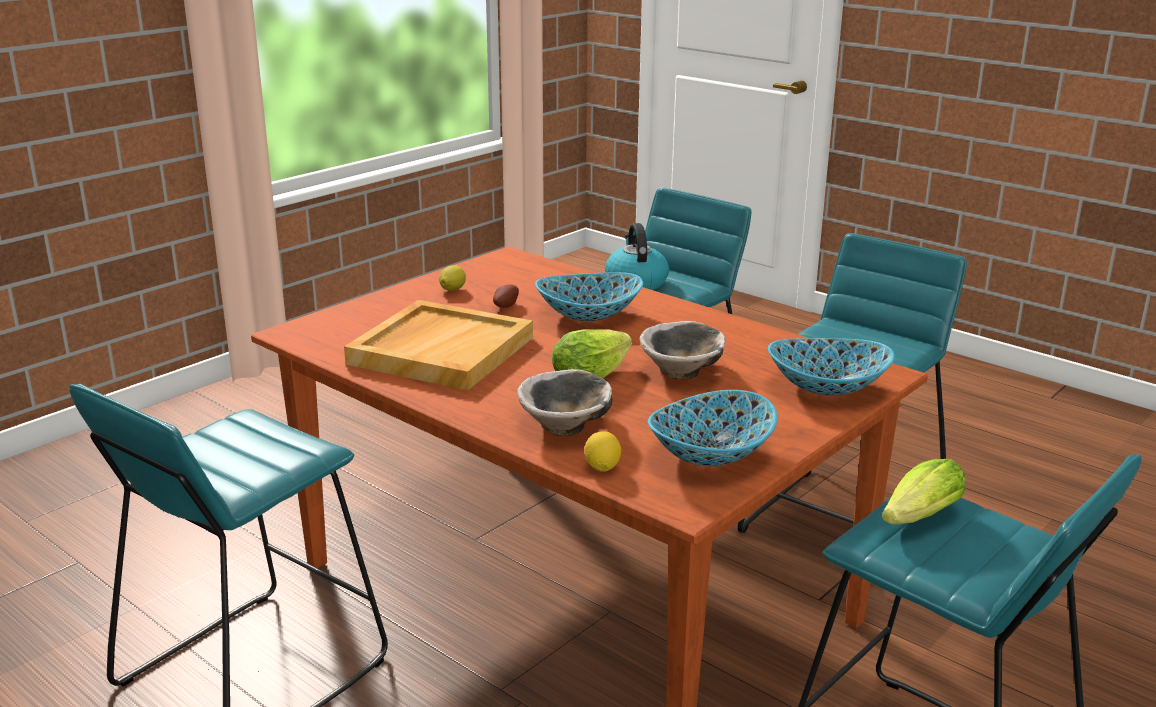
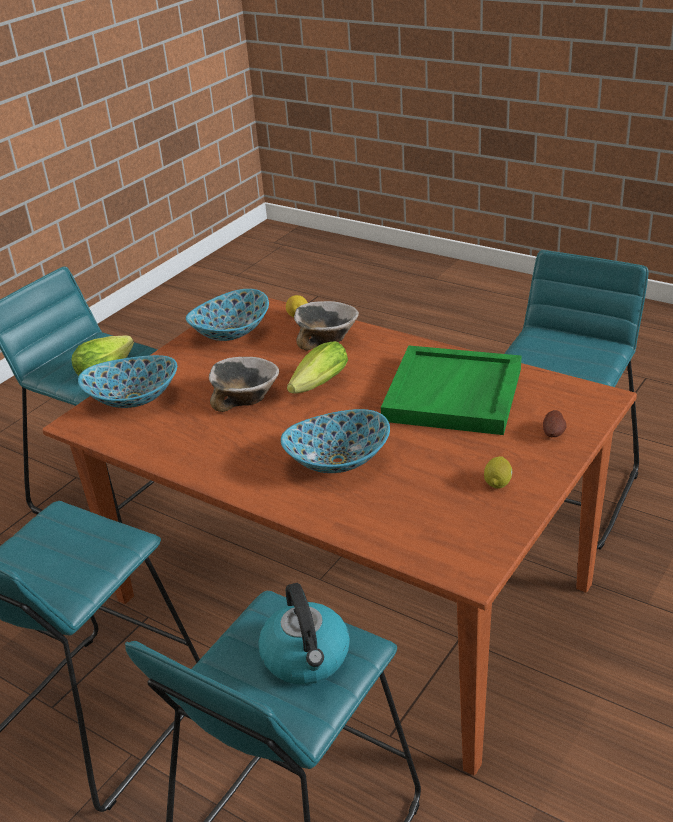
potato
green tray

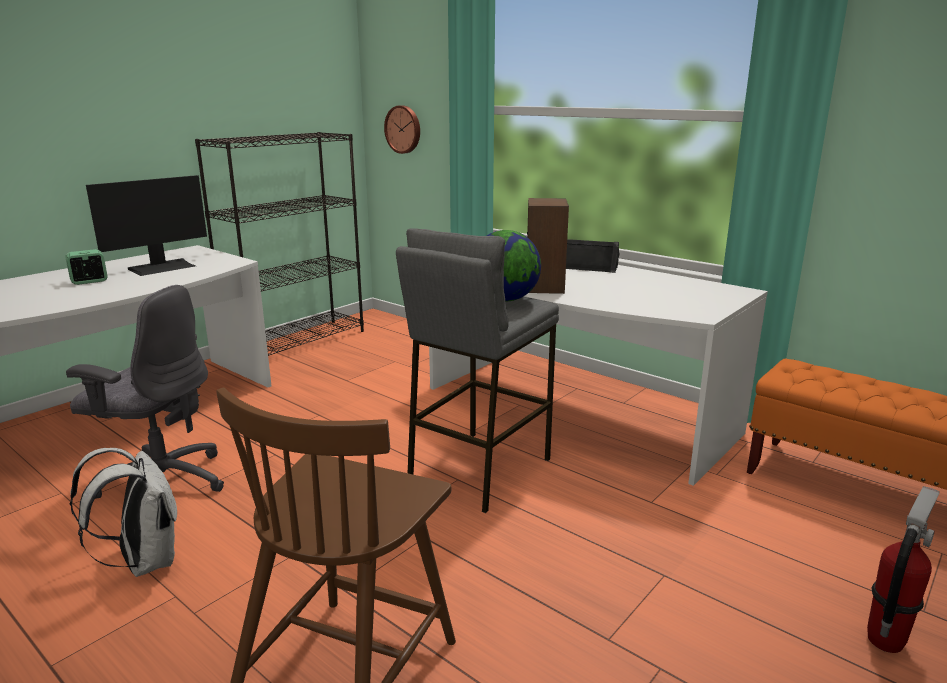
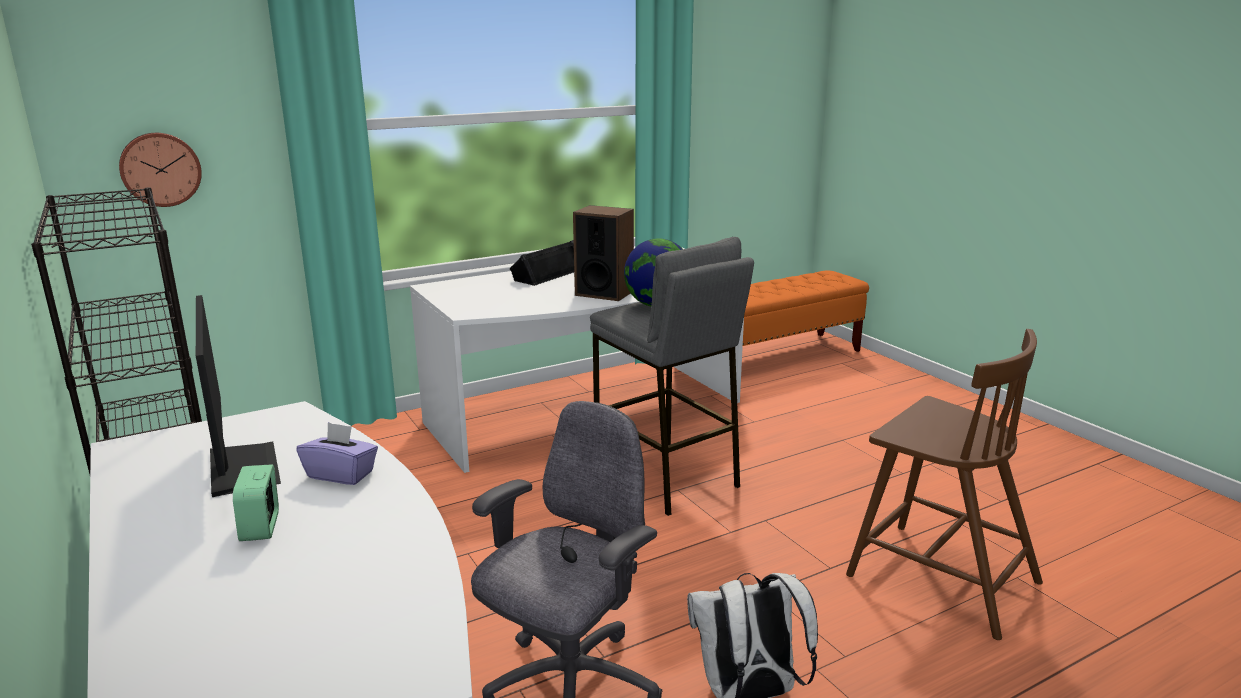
fire extinguisher
purple tissue box

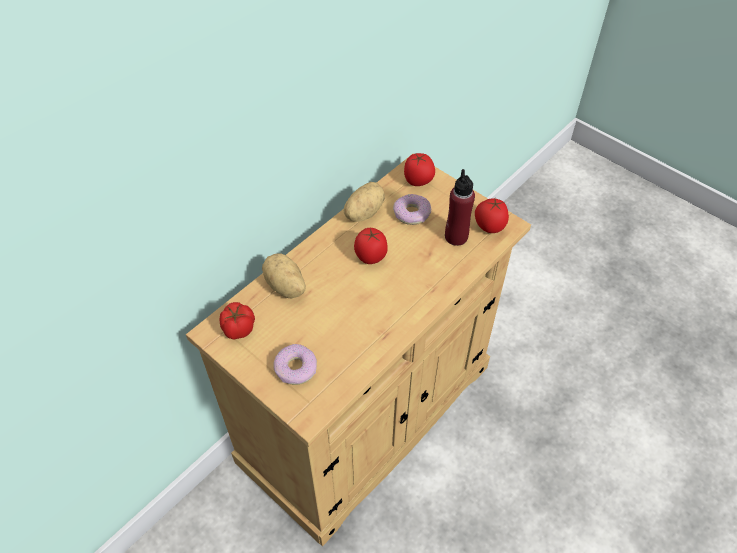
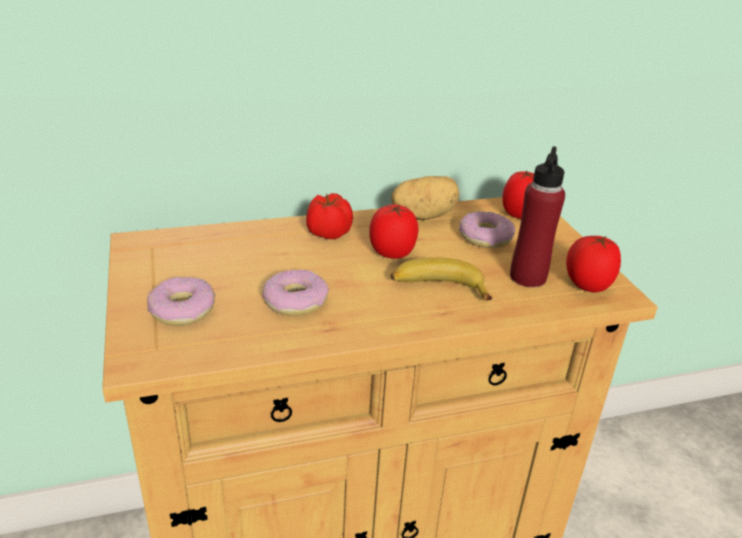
potato (no. 1 from left in the first image)
donut (no. 2 from left)
banana
tomato (no. 1 from left)

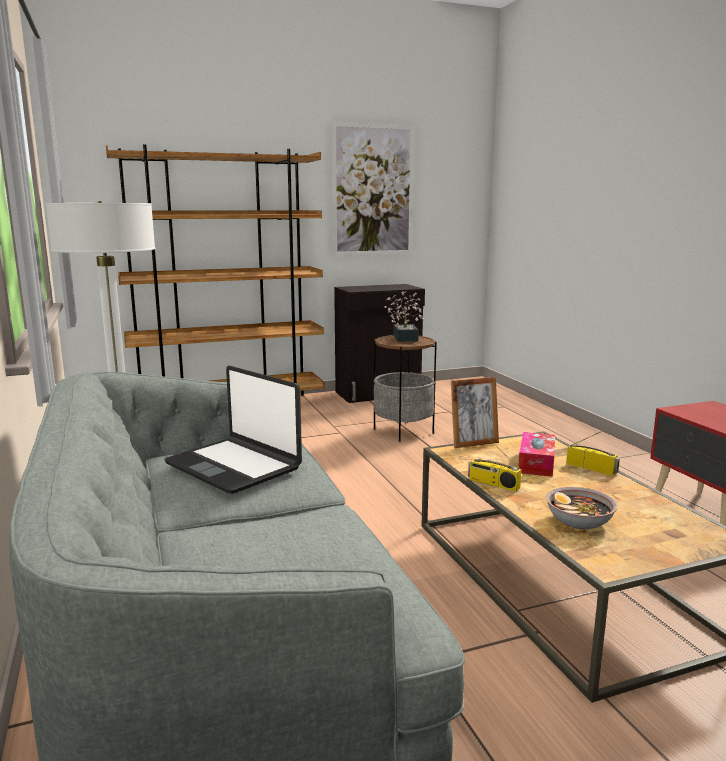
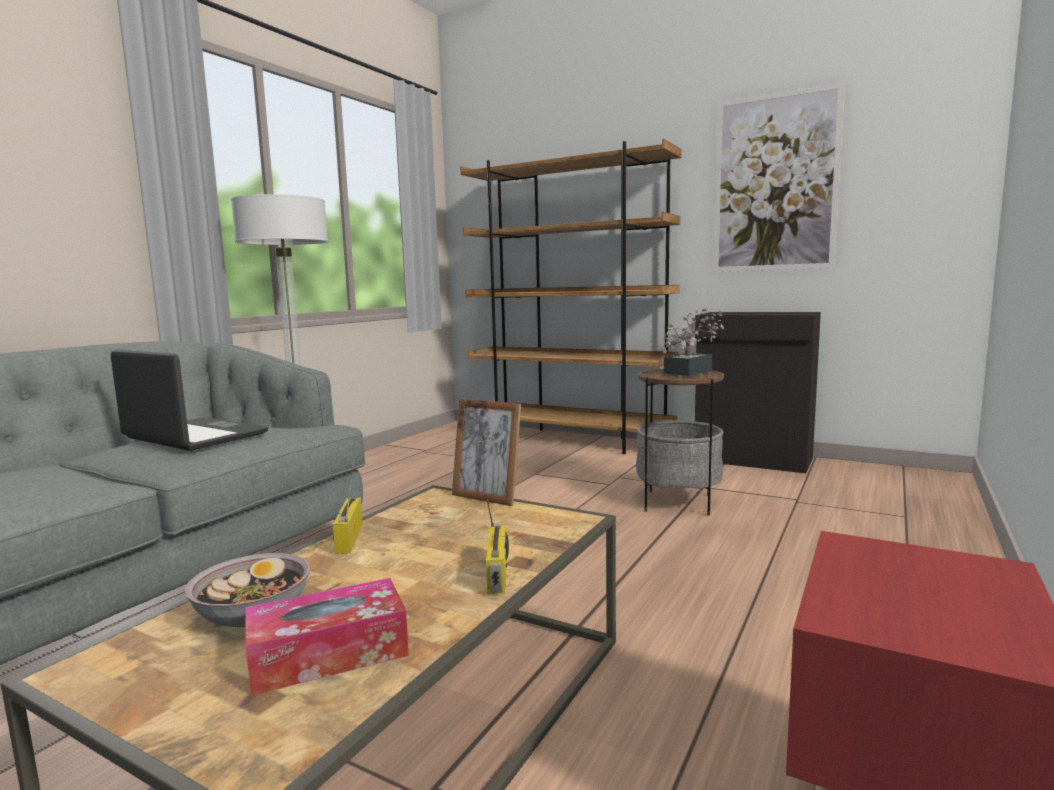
tissue box
laptop

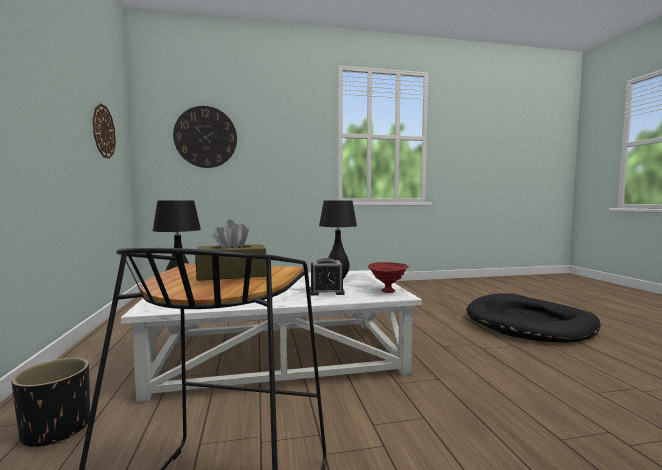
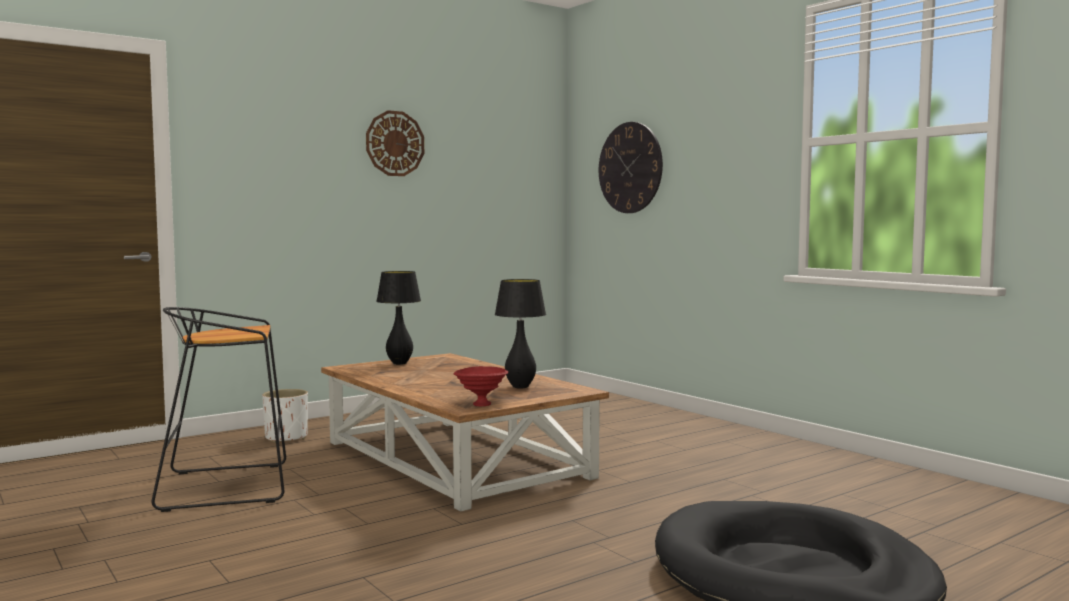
brown tissue box
alarm clock
wall clock (no. 1 from left)
white planter
brown coffee table

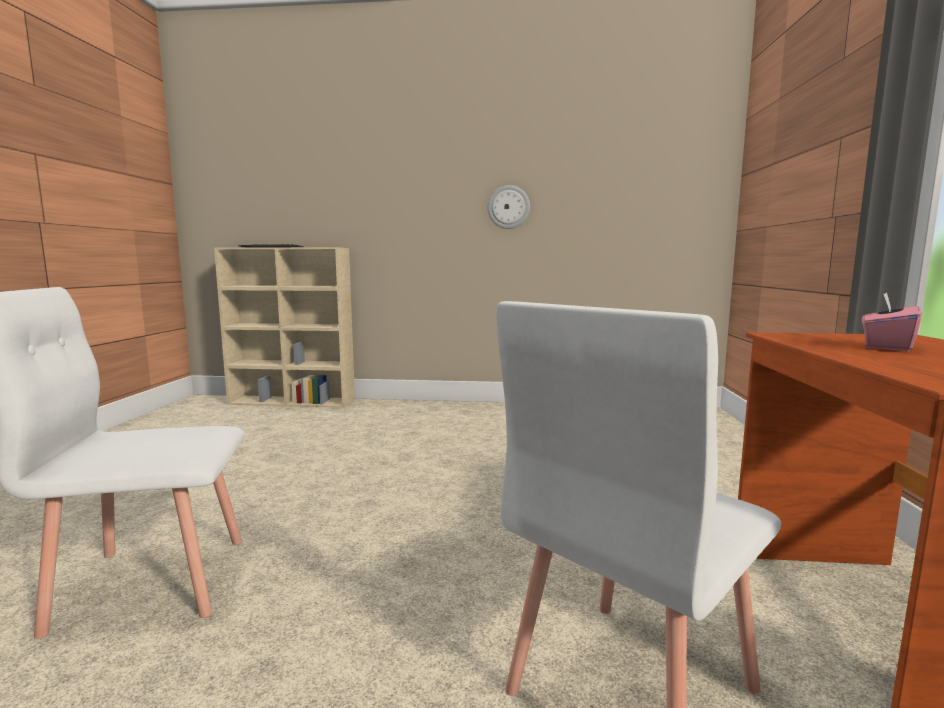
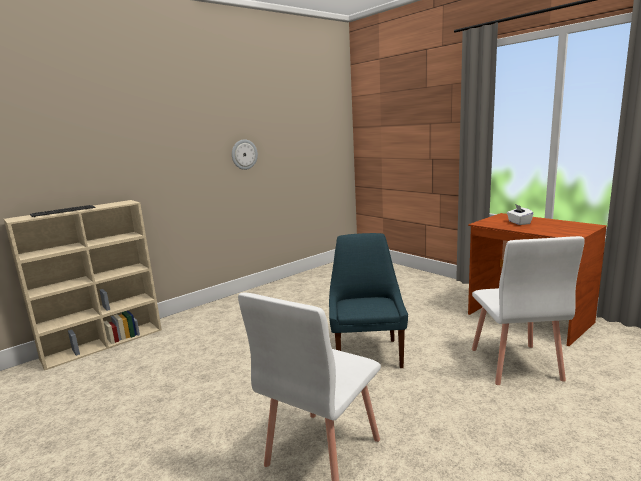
blue chair
white tissue box

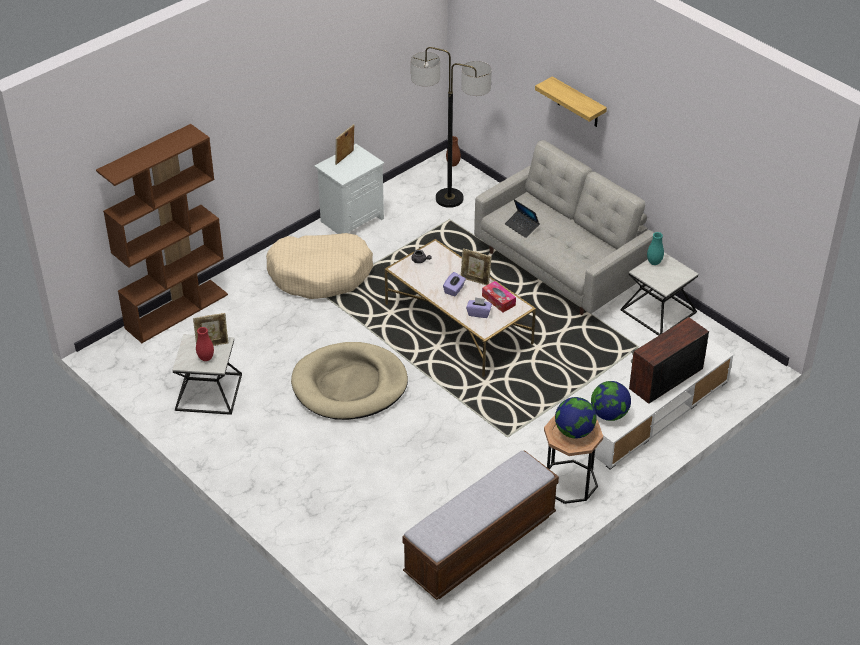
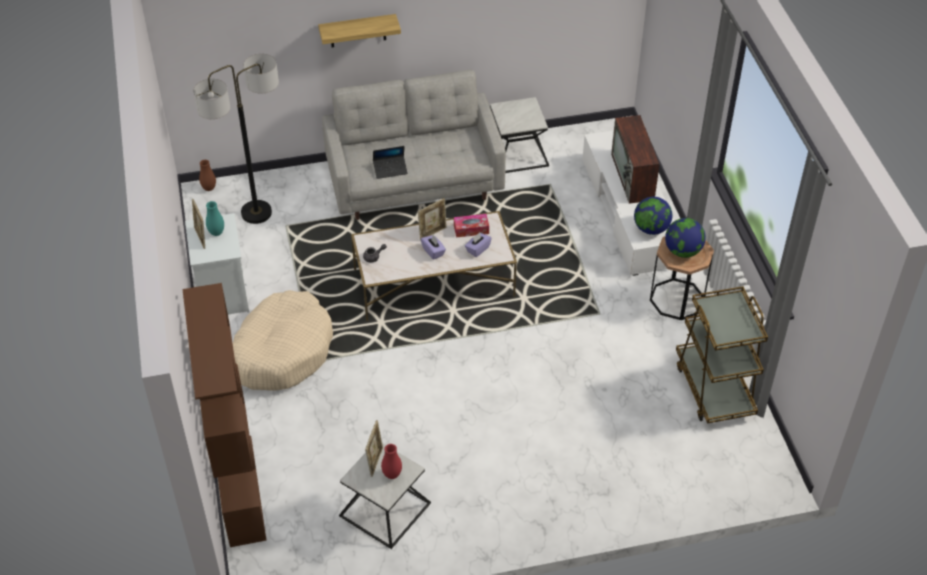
beige dog bed (no. 2 from left in the first image)
turquoise vase
brown cart

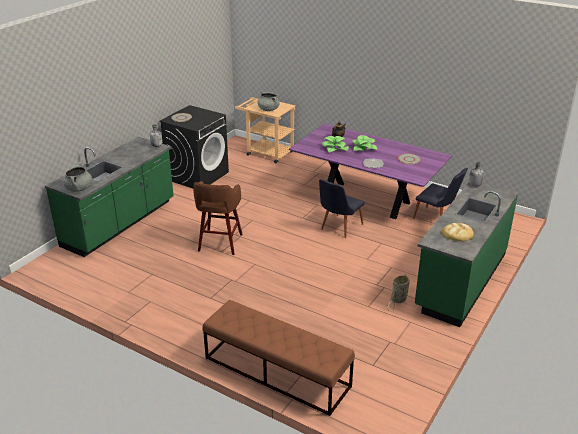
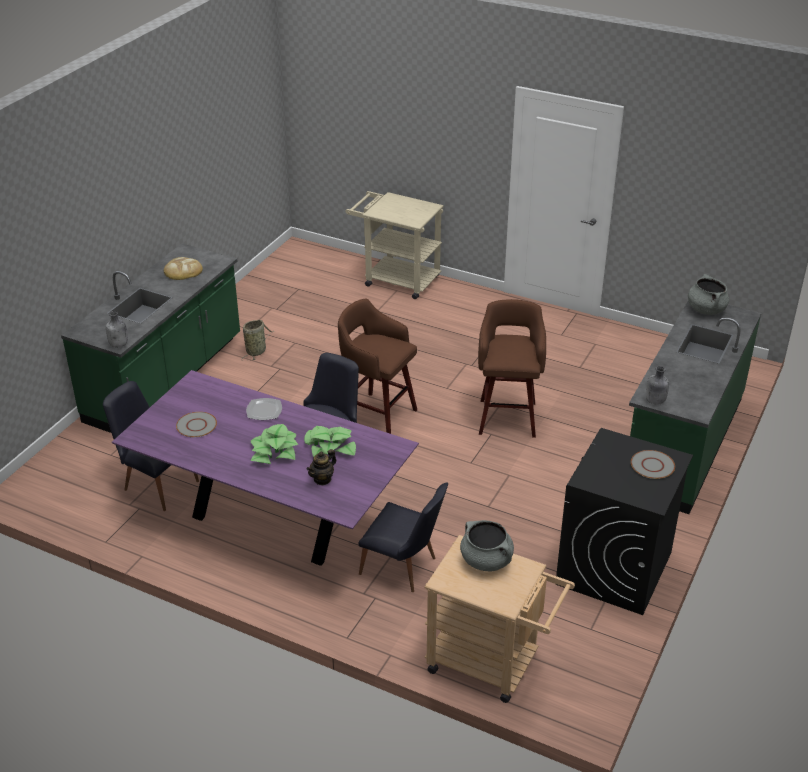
brown stool (no. 1 from left)
black chair (no. 3 from left)
beige cart (no. 1 from left)

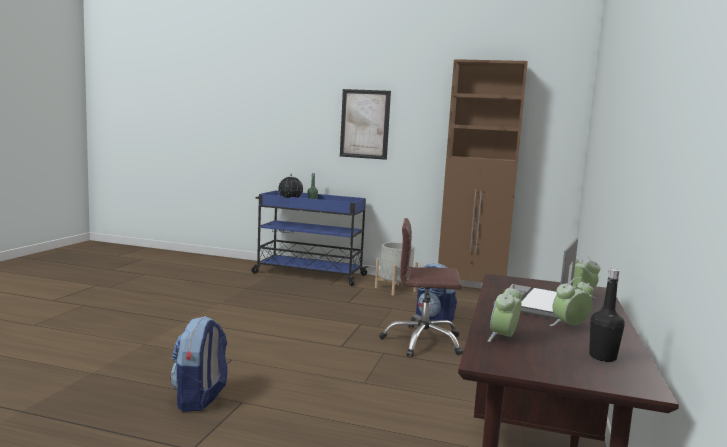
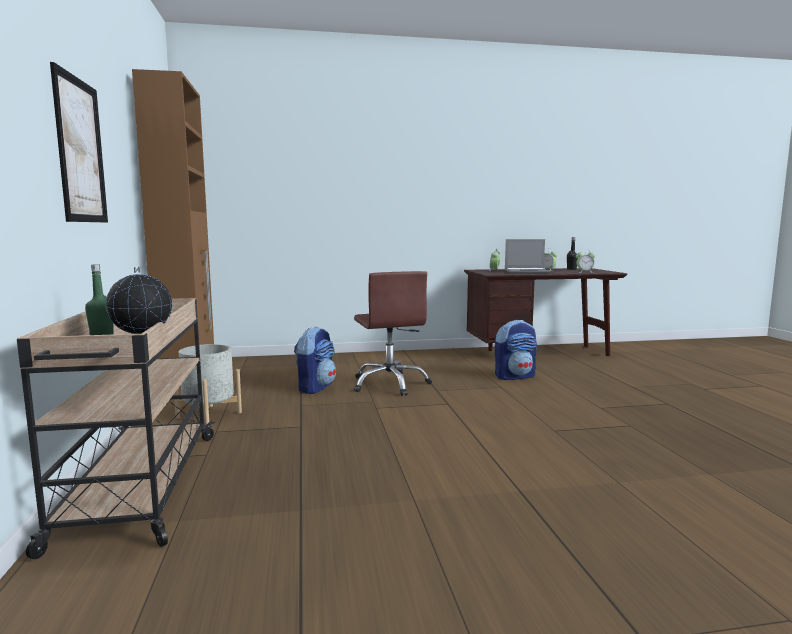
backpack (no. 2 from left)
beige cart

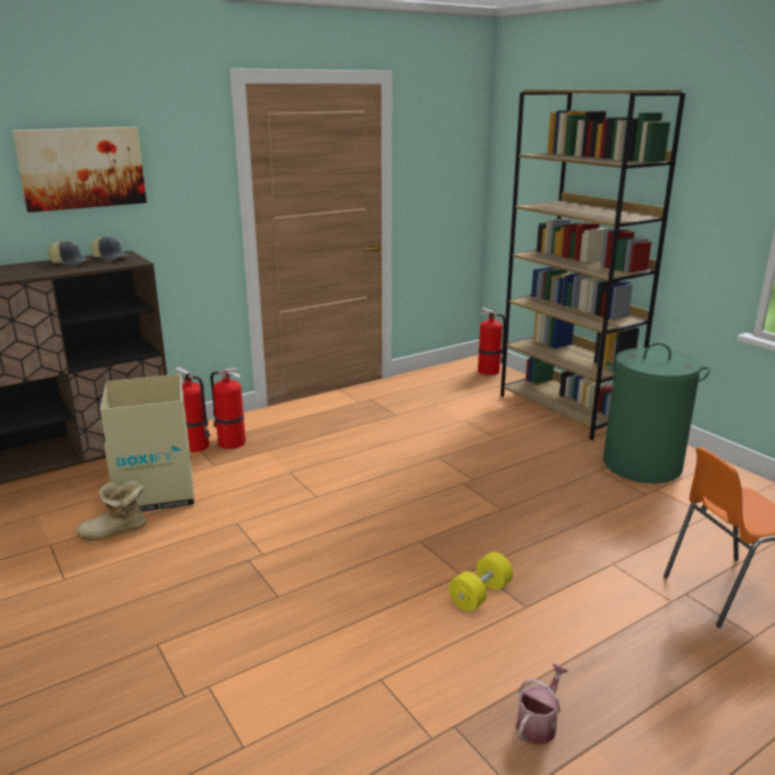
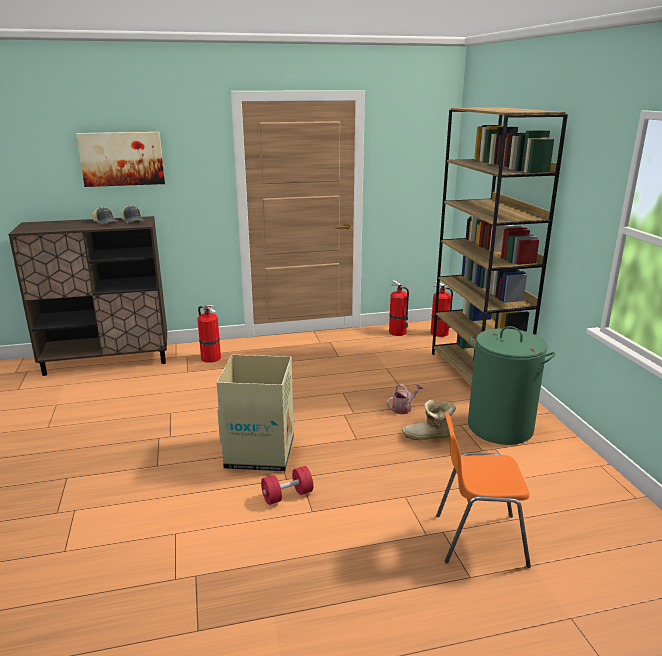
boot
cardboard box
fire extinguisher (no. 2 from left)
watering can
red dumbbell

